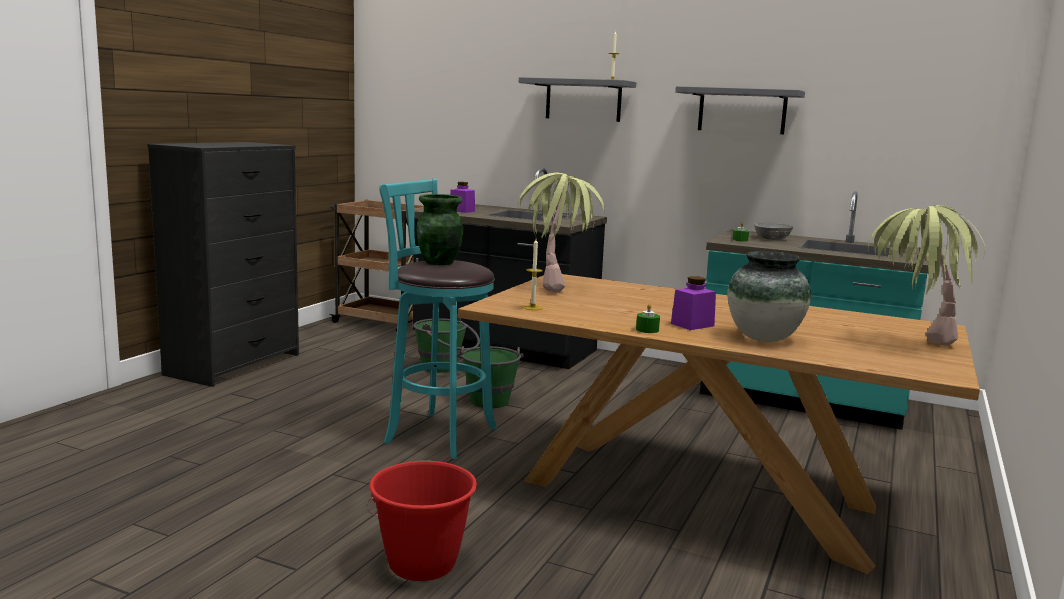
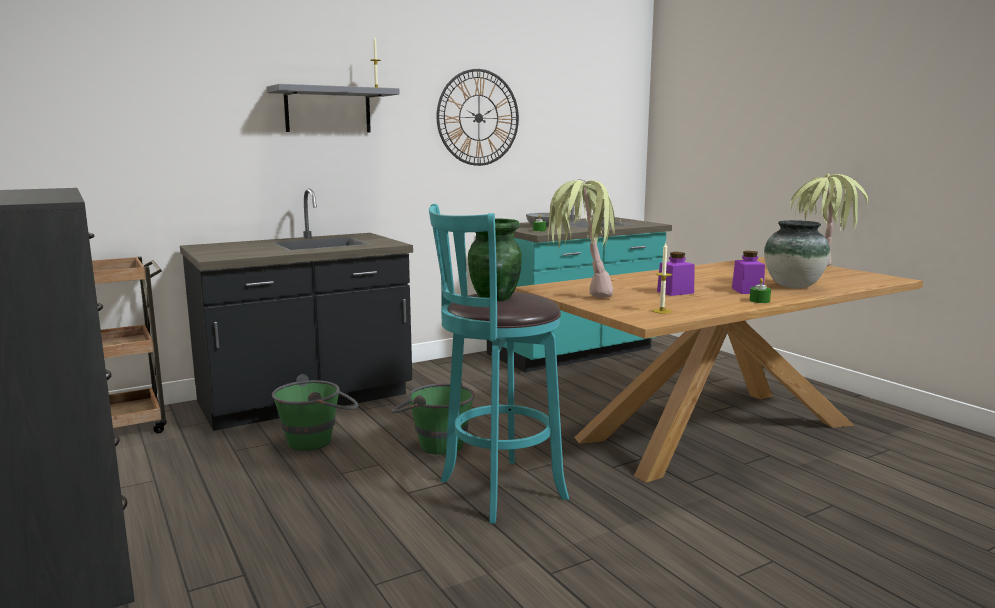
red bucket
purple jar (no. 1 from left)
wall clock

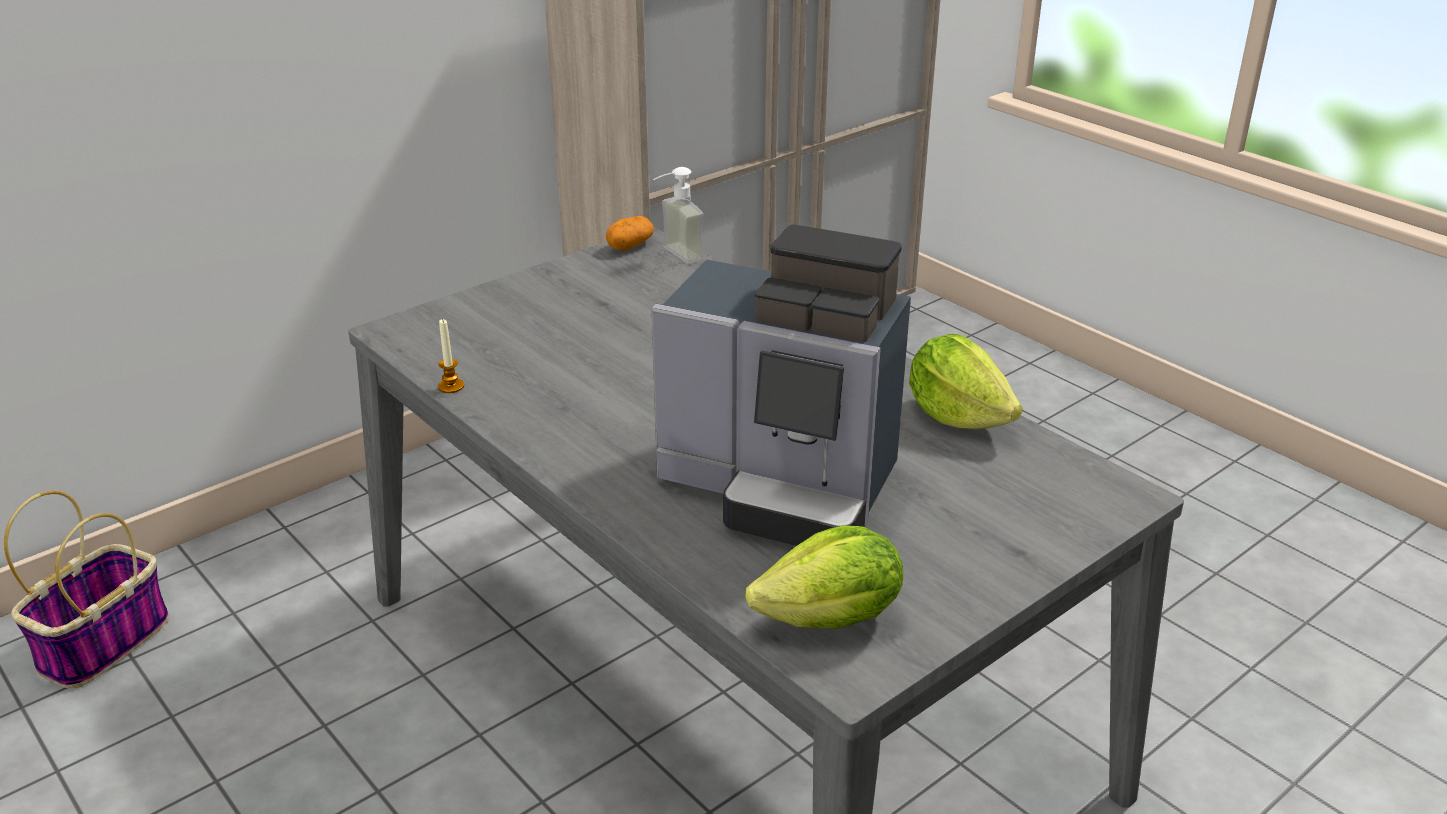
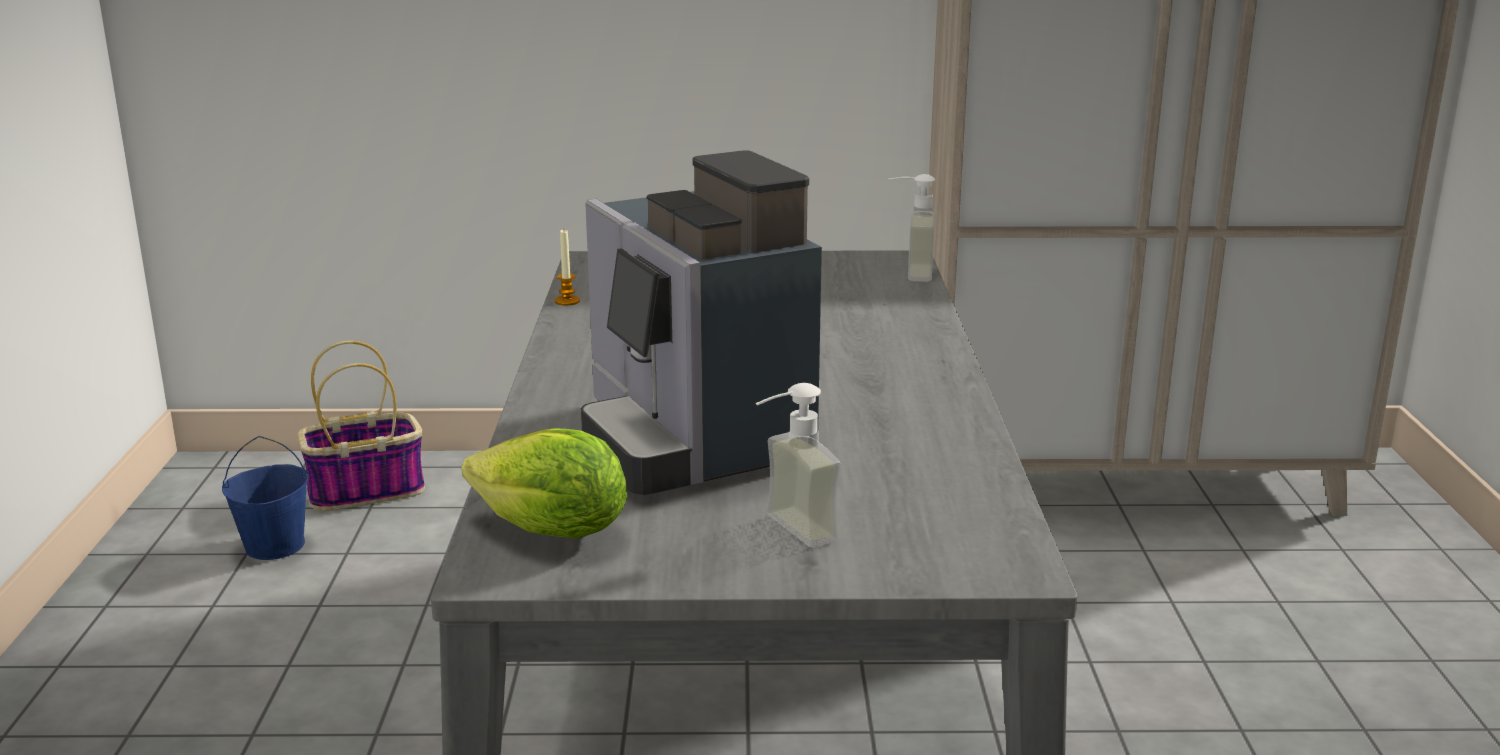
potato
lettuce (no. 2 from left in the first image)
blue bucket
soap dispenser (no. 1 from left)

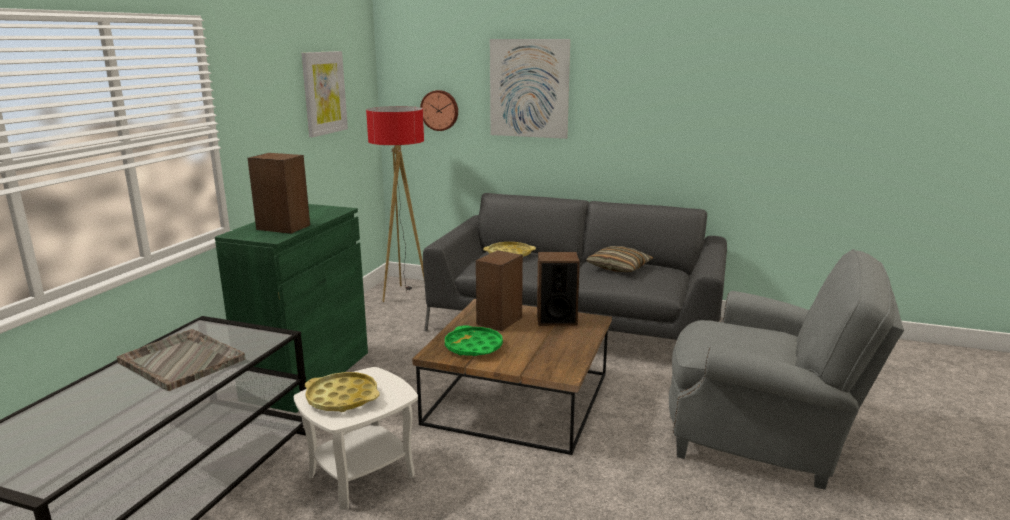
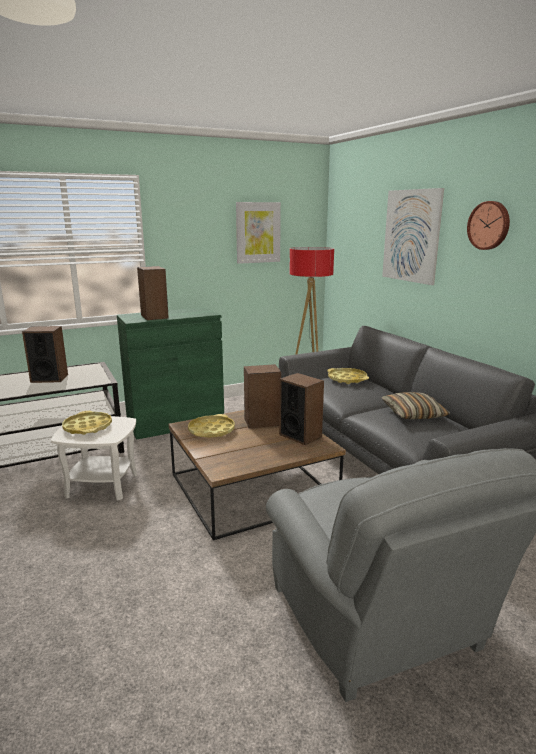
wall clock
speaker (no. 1 from left)
yellow tray (no. 2 from left)

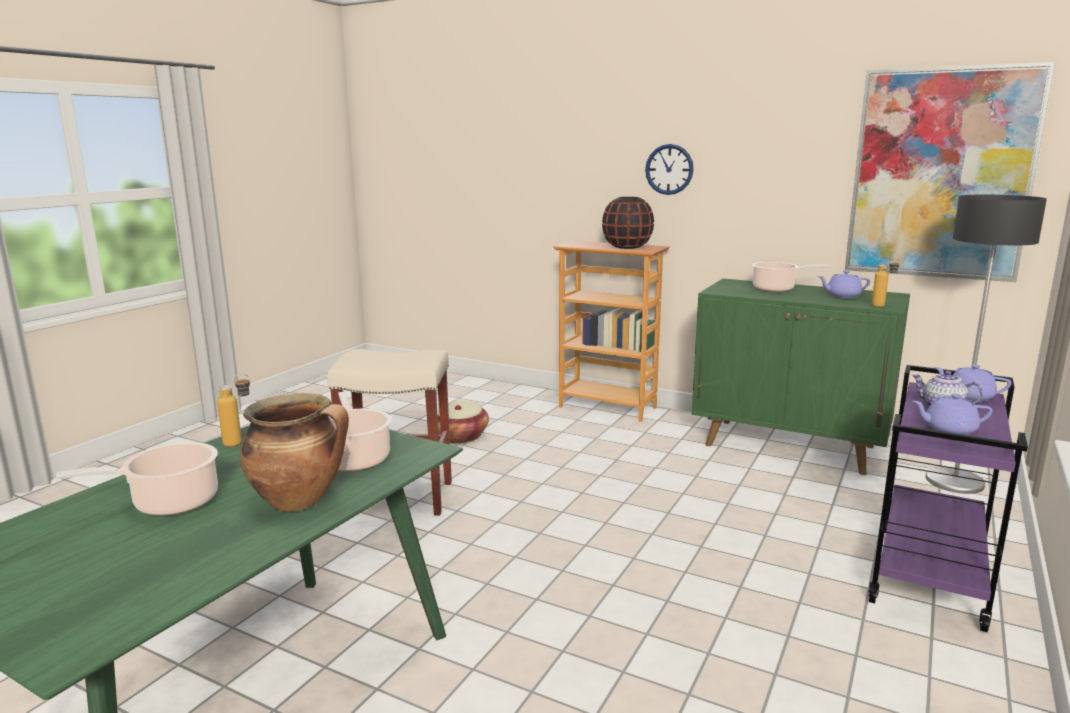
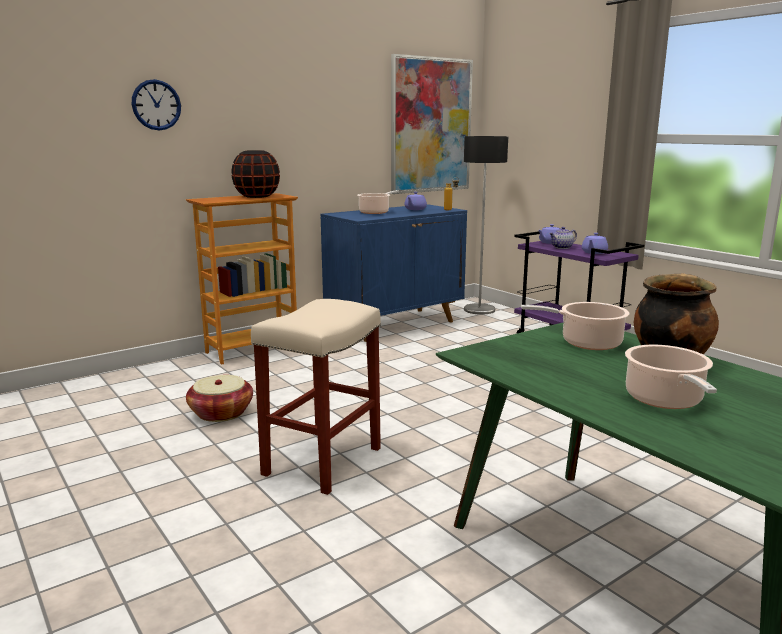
bottle (no. 1 from left in the first image)
wall clock
blue cabinet

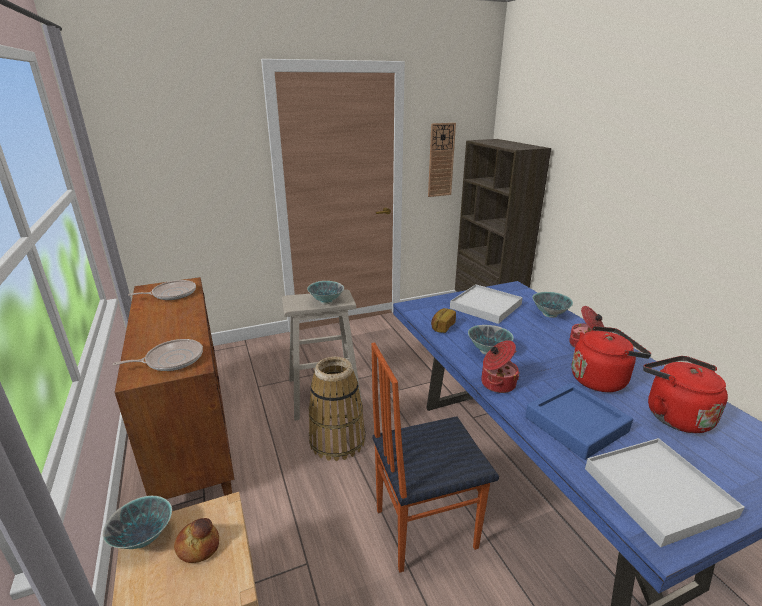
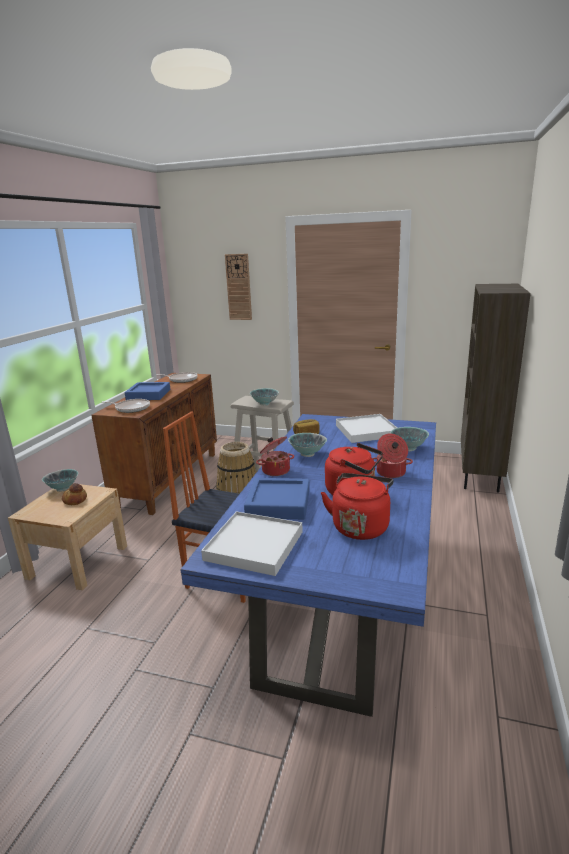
blue tray (no. 1 from left)
wall clock

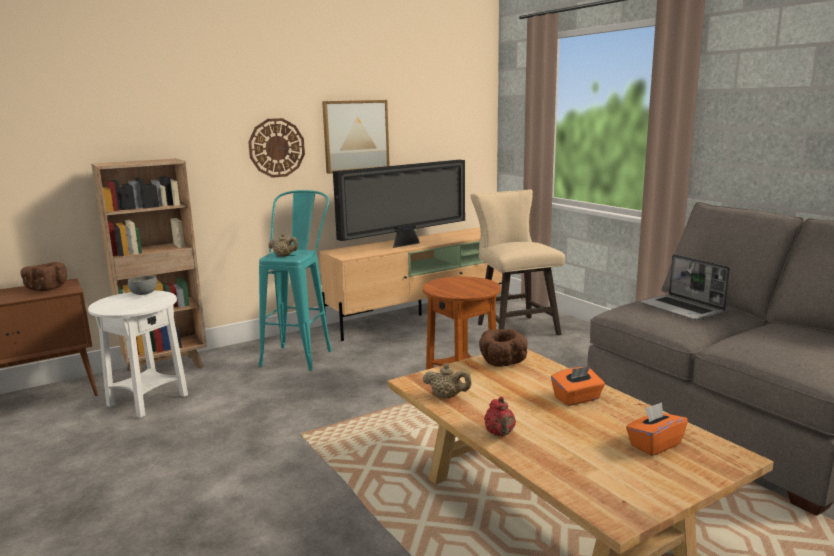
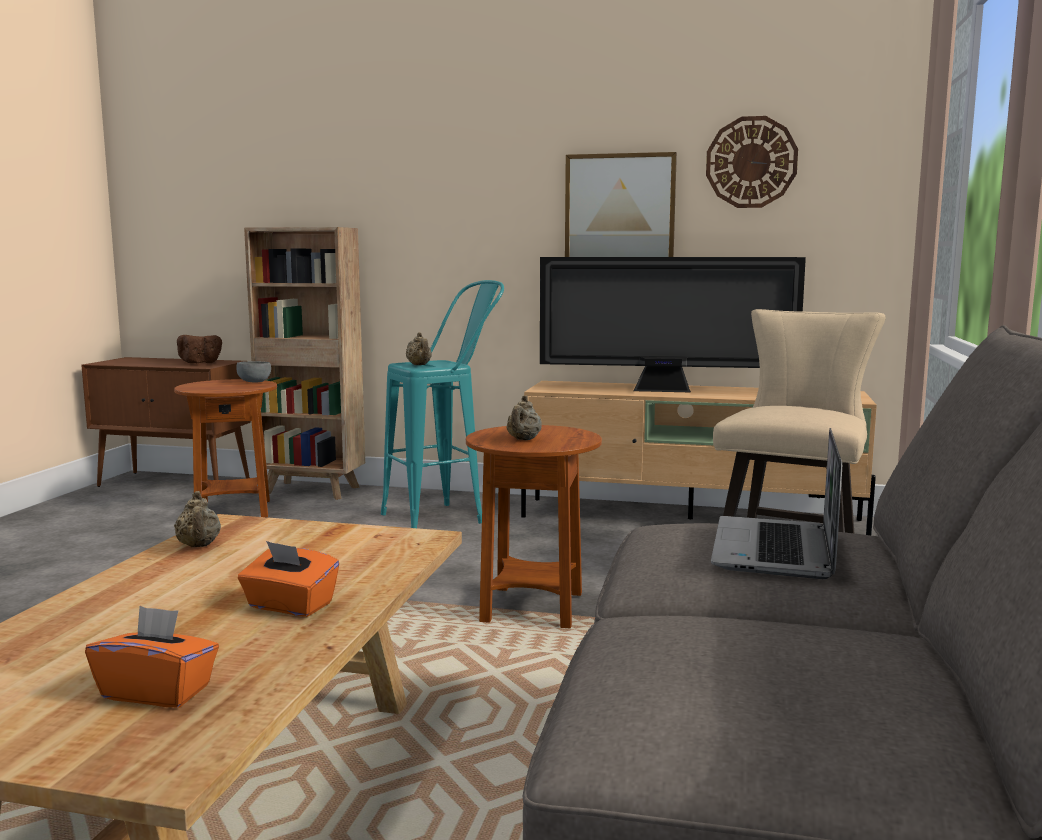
brown bowl (no. 2 from left in the first image)
red teapot
beige teapot (no. 3 from left)
wall clock
brown side table (no. 1 from left)

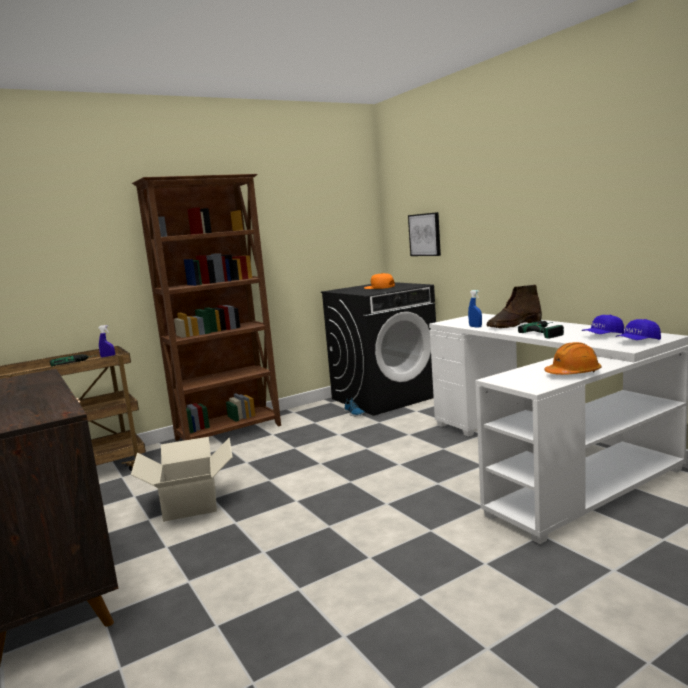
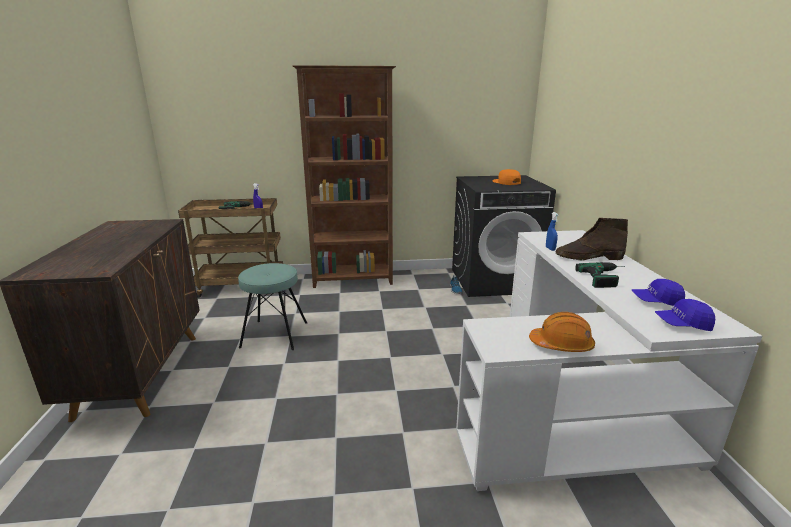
picture
turquoise stool

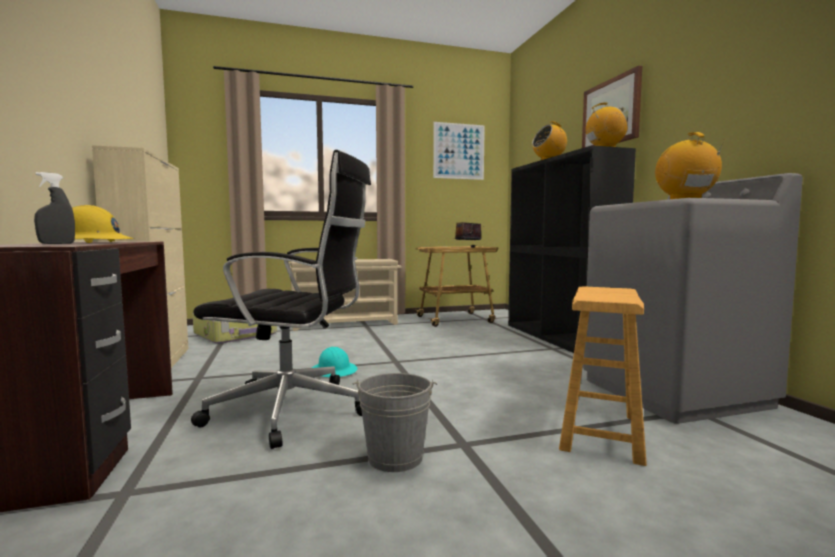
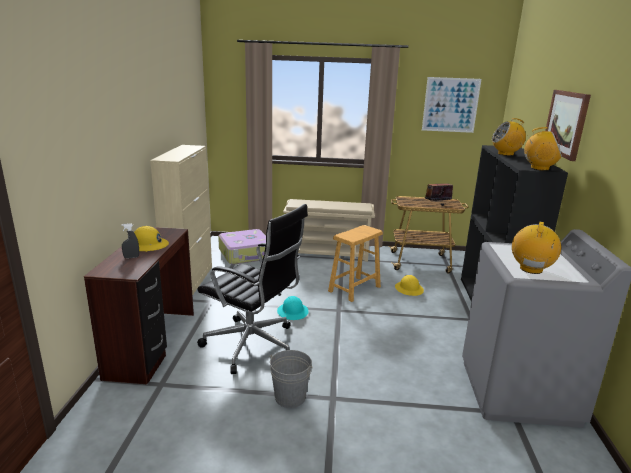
yellow hard hat (no. 2 from left)
brown stool

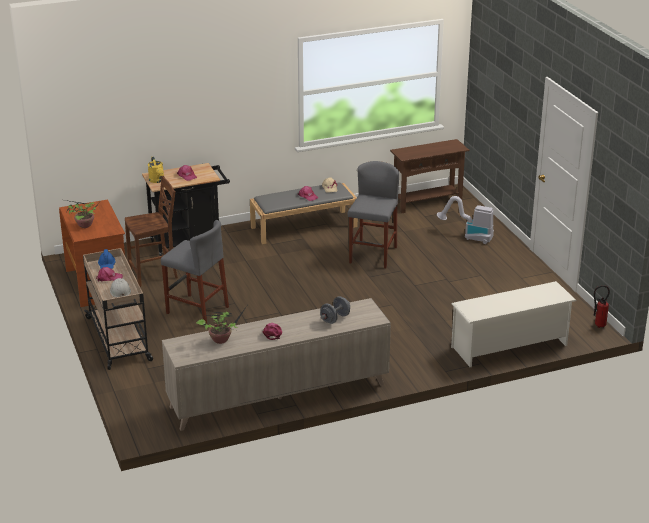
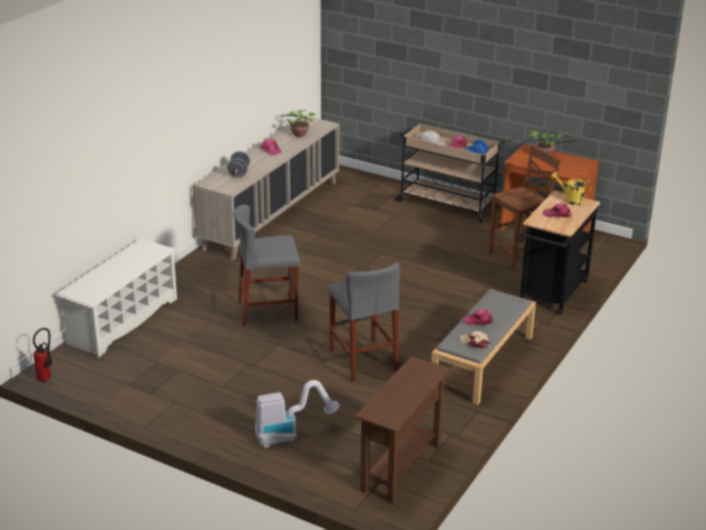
grey stool (no. 1 from left)
brown chair

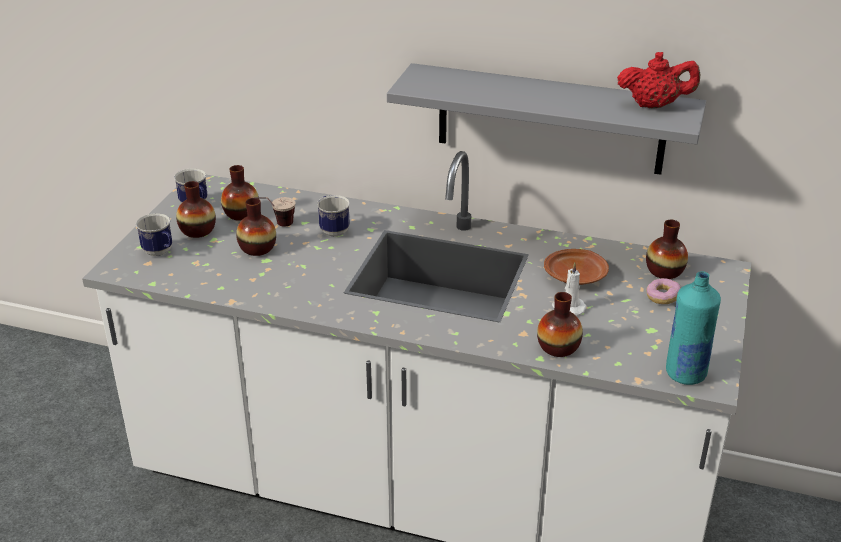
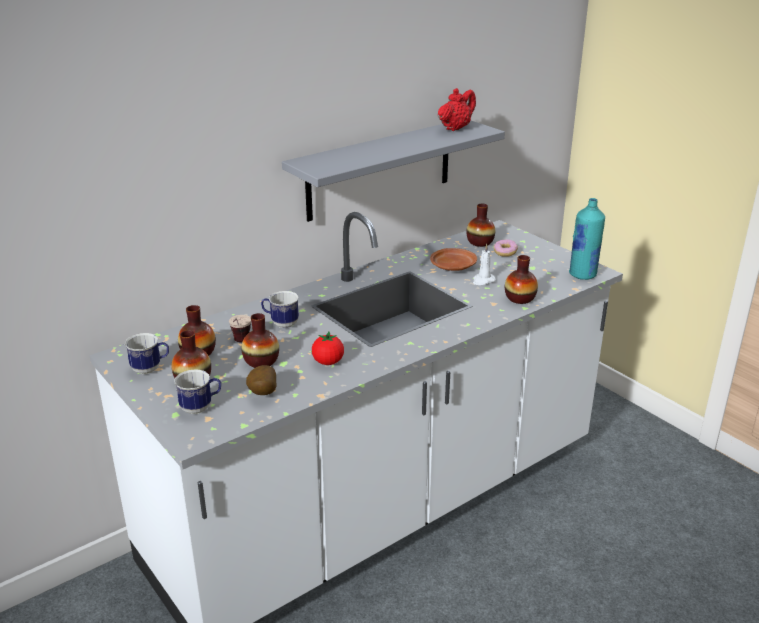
potato
tomato

